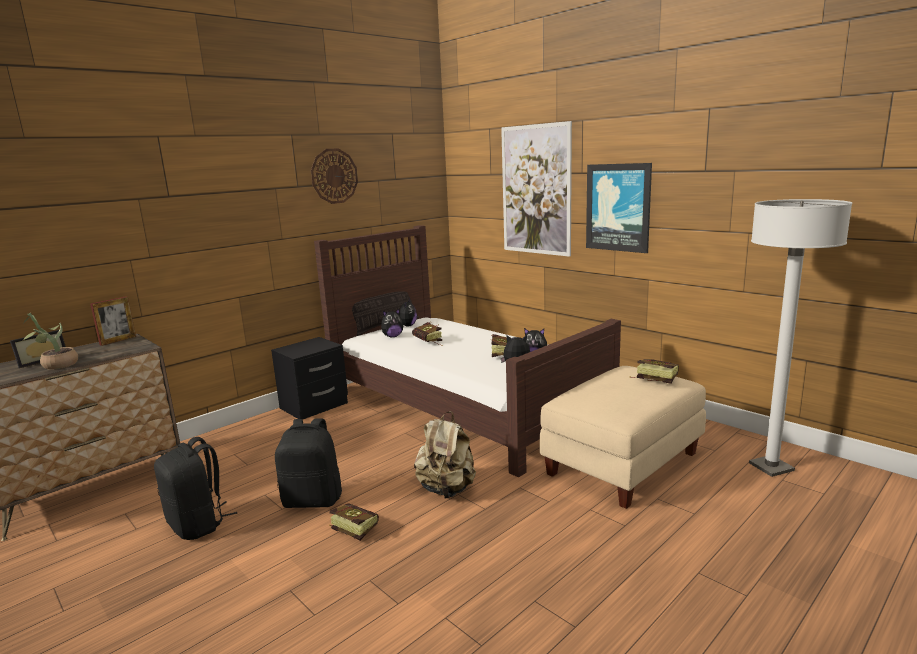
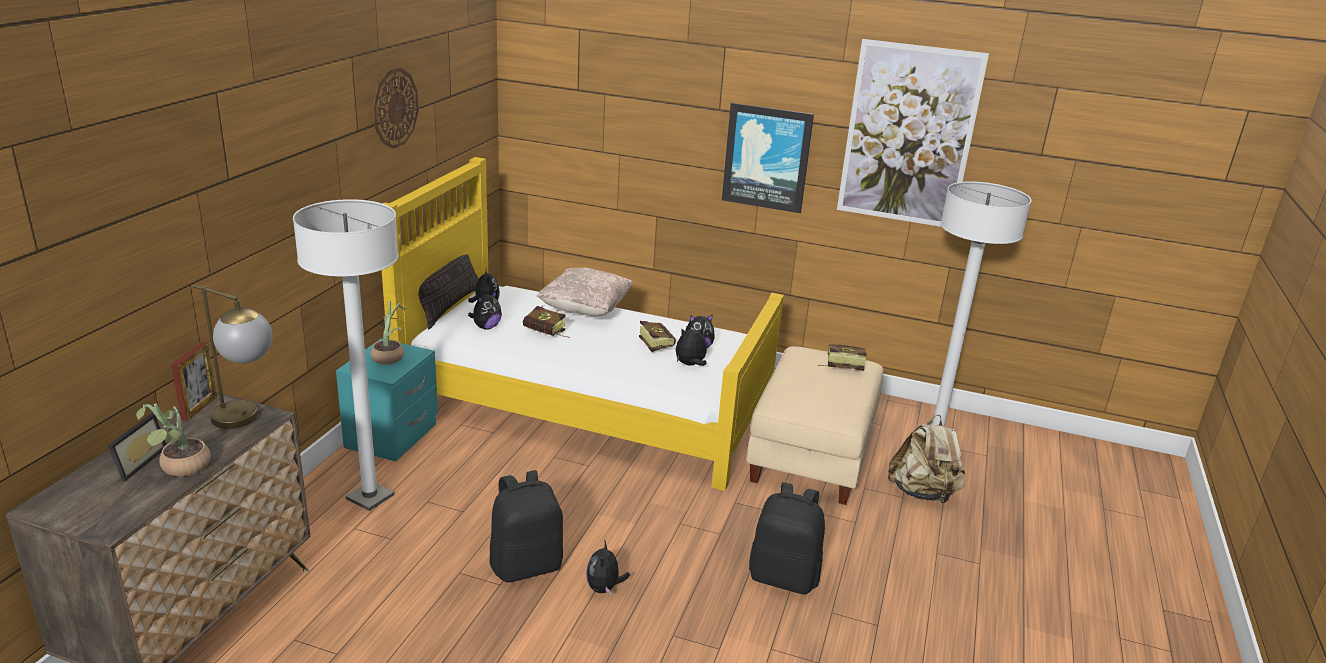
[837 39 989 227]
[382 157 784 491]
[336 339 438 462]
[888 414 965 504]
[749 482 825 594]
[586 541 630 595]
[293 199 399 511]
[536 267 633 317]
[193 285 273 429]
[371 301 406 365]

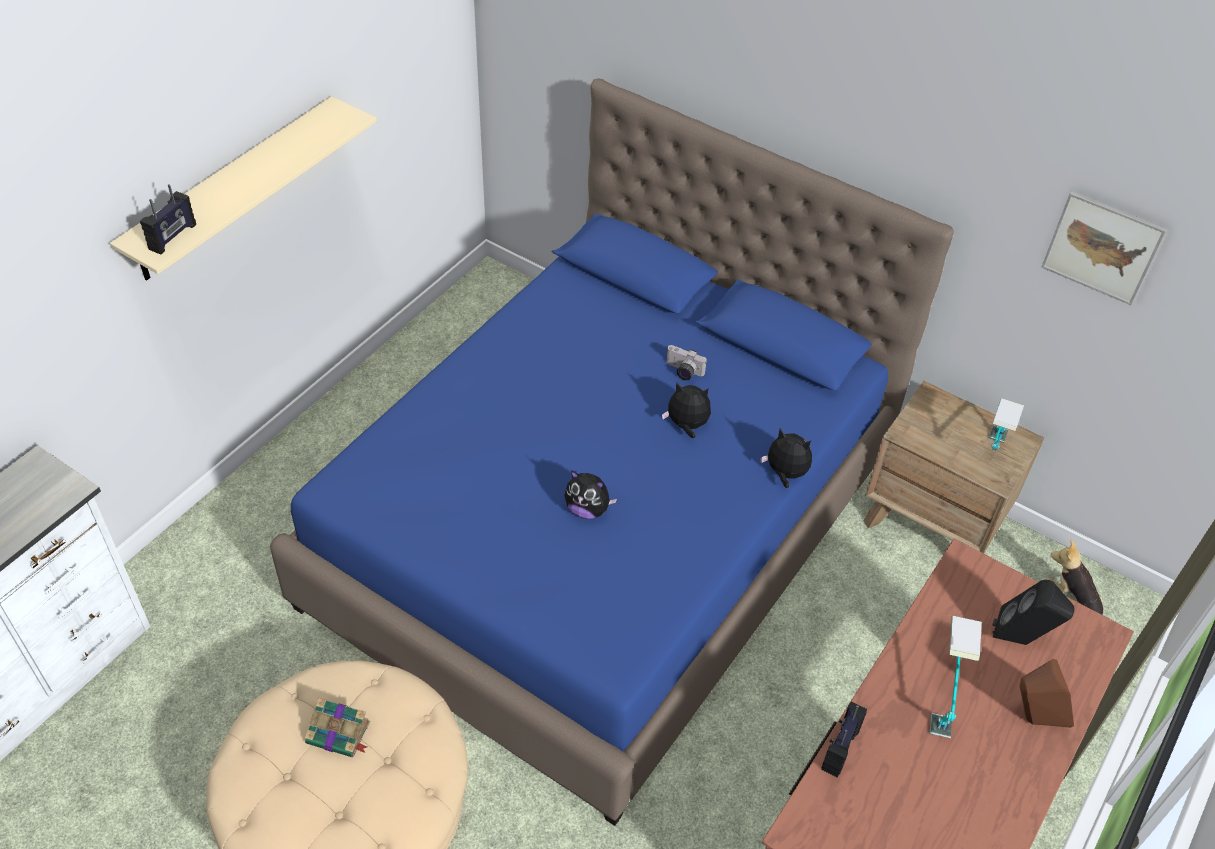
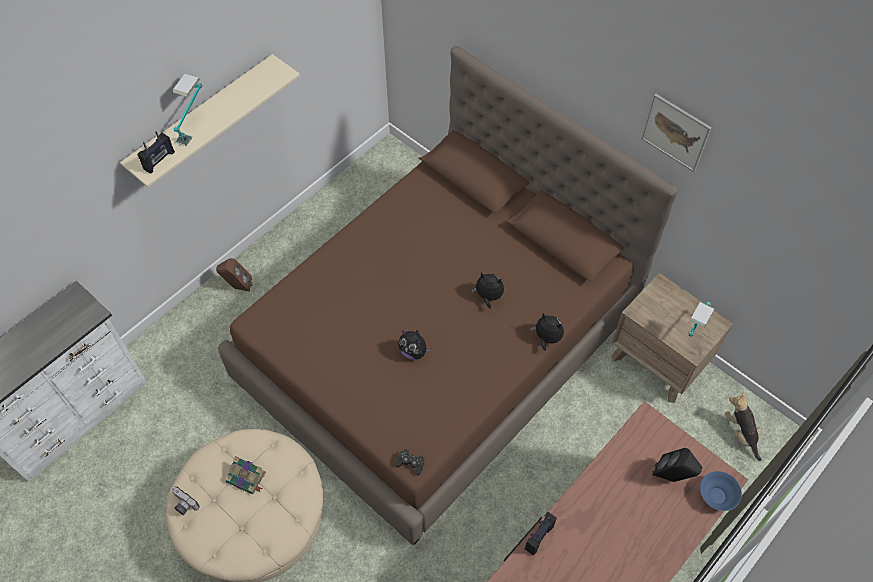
[218 46 678 545]
[642 94 712 172]
[171 486 200 515]
[173 74 202 146]
[216 258 252 292]
[396 449 425 475]
[700 471 742 511]

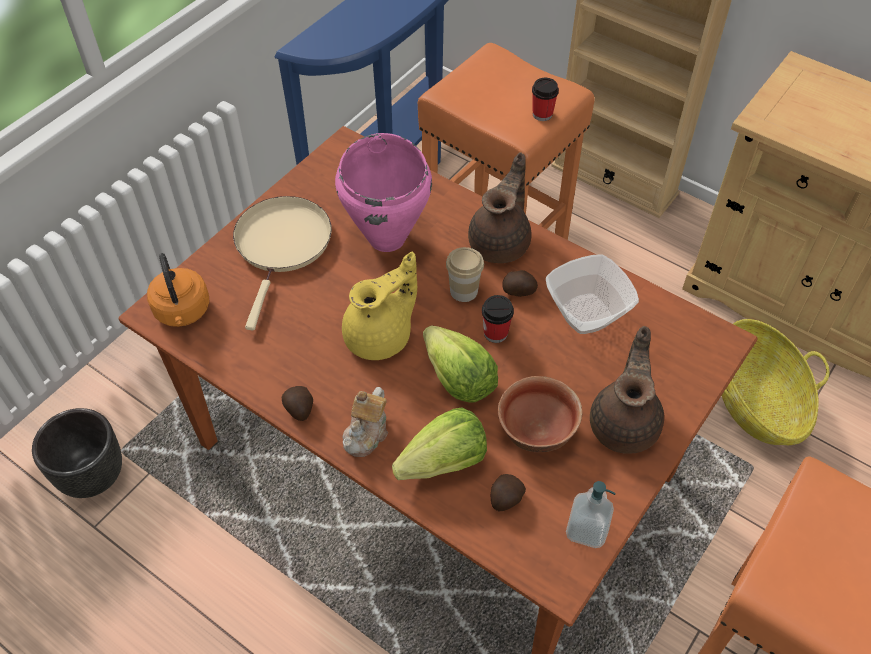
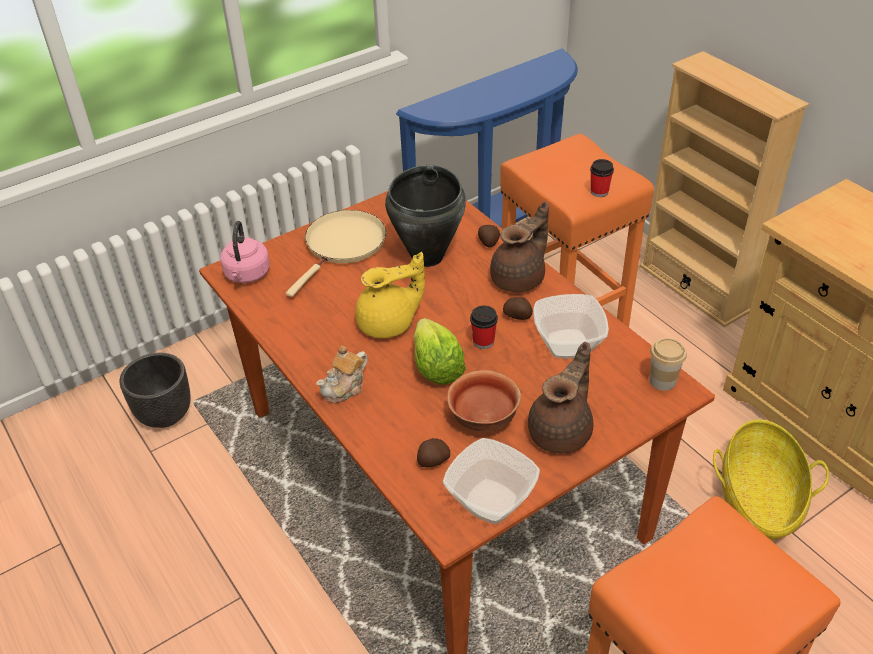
[385 165 466 267]
[649 338 687 391]
[220 221 270 283]
[478 225 500 248]
[392 408 487 480] (first image)
[443 438 540 524]

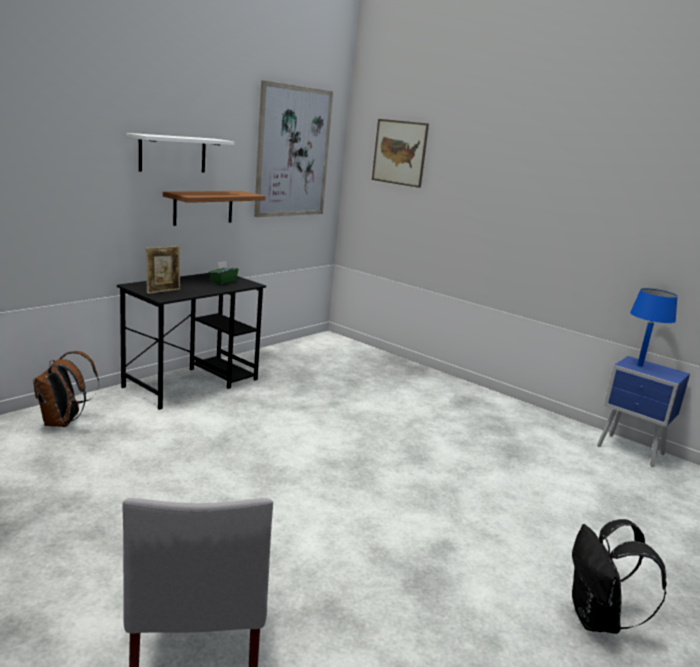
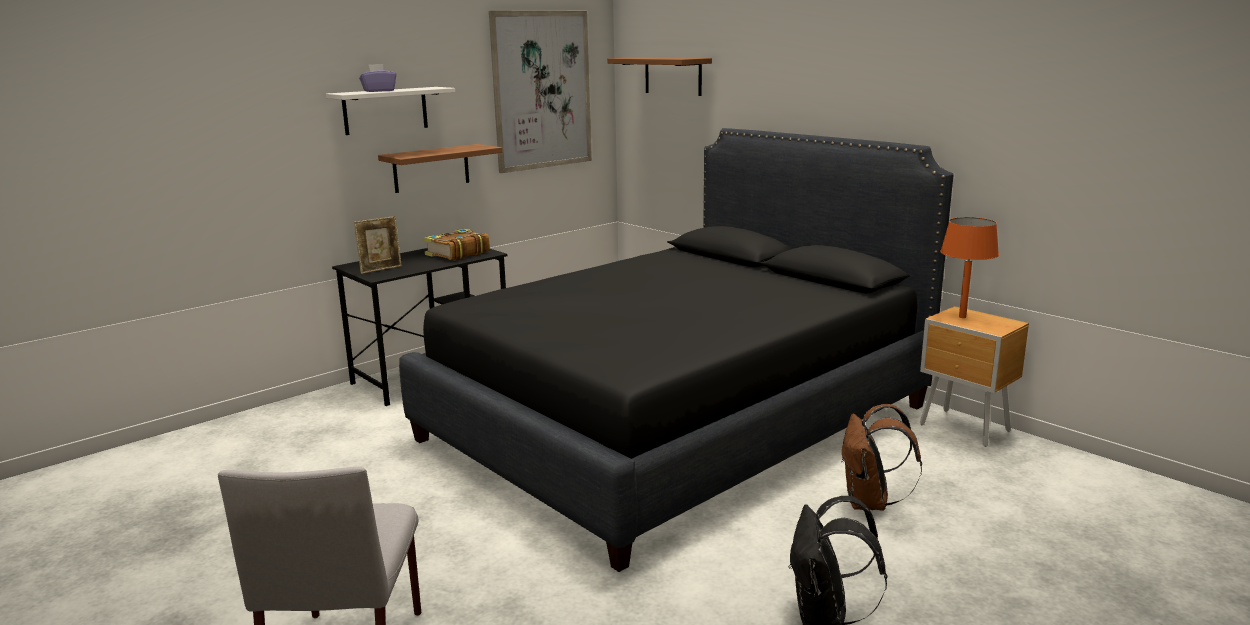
[607 57 712 96]
[423 229 490 260]
[940 217 999 318]
[841 404 922 510]
[920 306 1029 447]
[359 64 396 92]
[399 128 953 572]

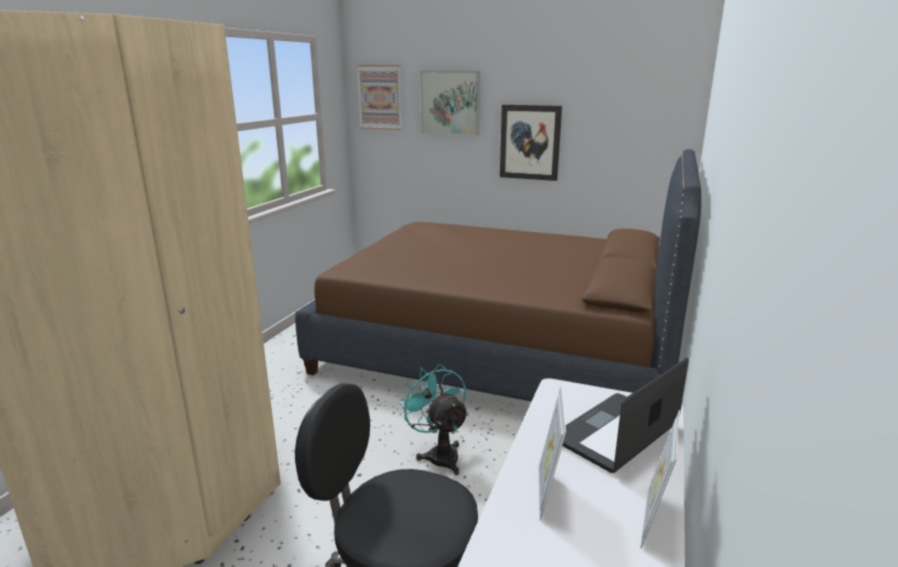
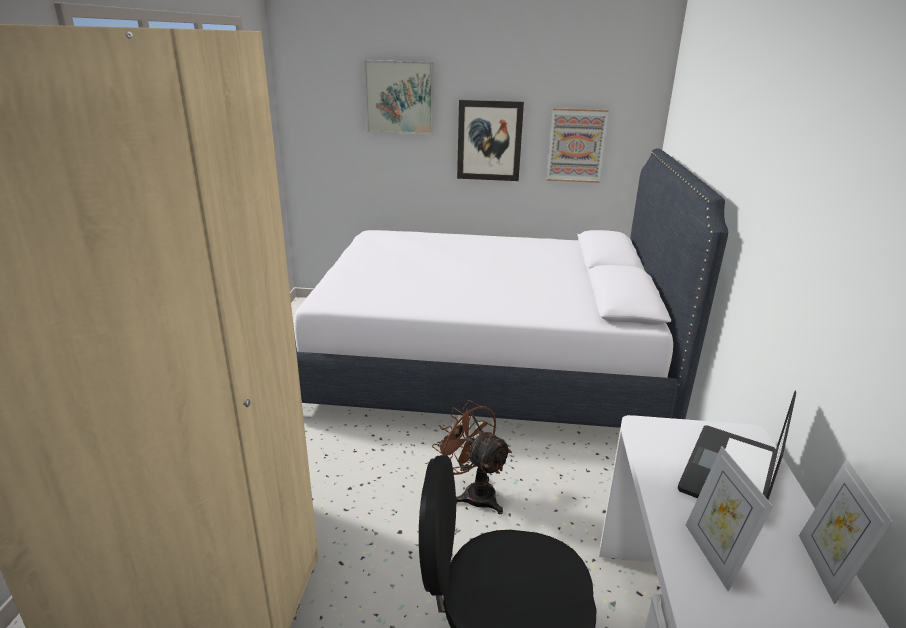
[547 108 609 183]
[294 148 728 428]
[432 400 512 514]

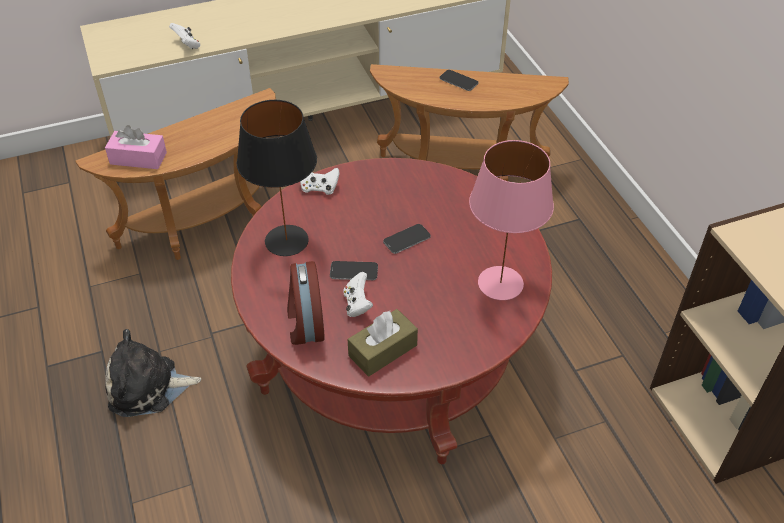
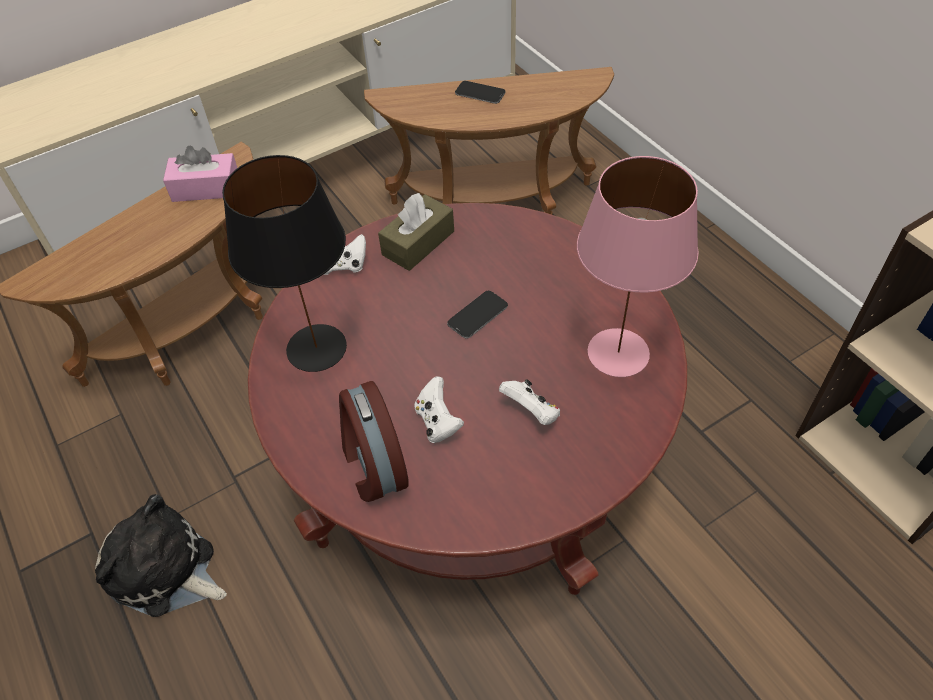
[499 379 560 425]
[163 145 237 202]
[330 261 378 280] (first image)
[378 193 454 271]
[95 494 227 617]

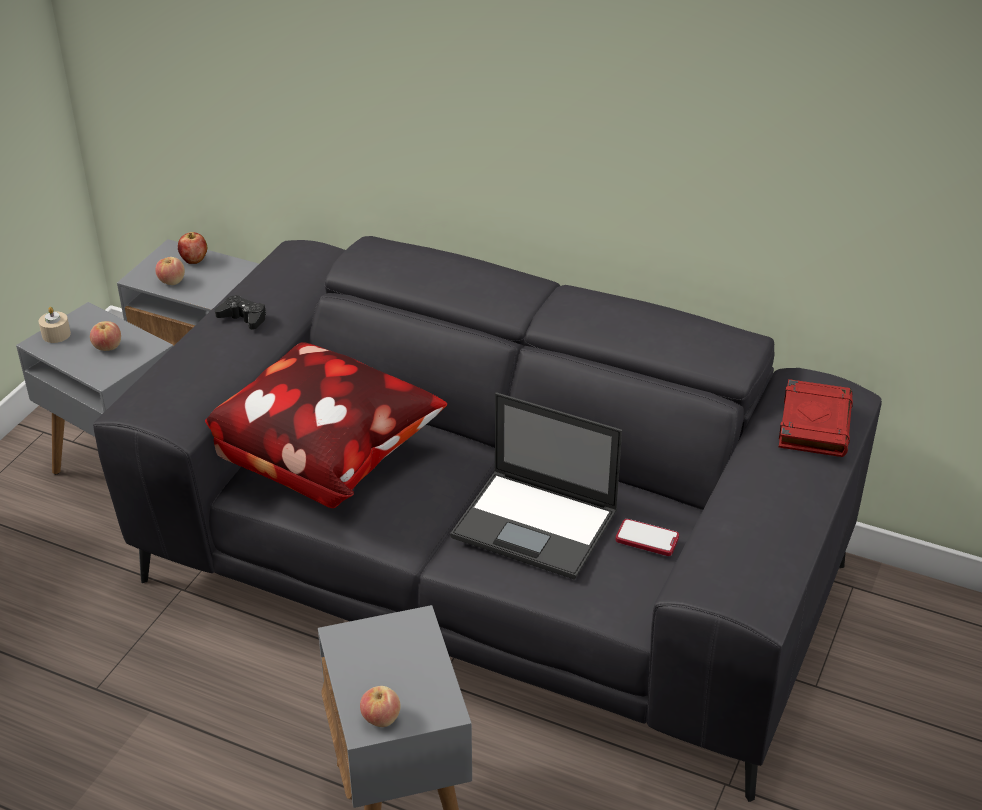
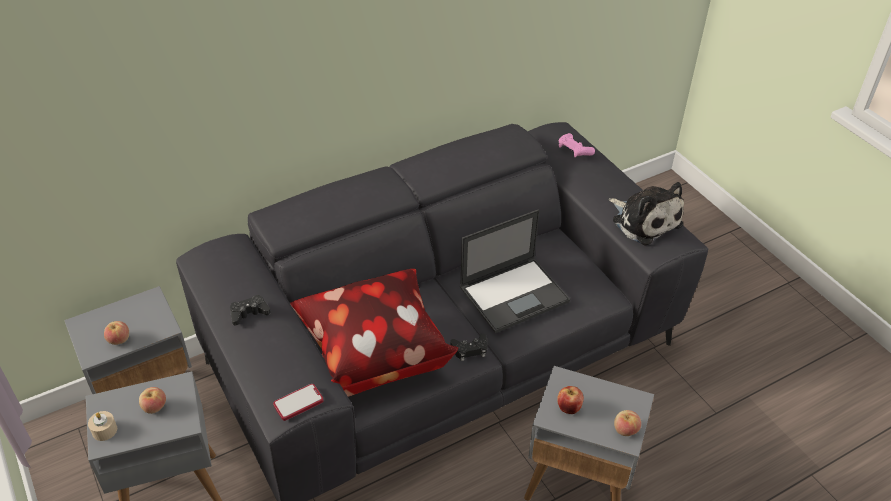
[557 386 584 414]
[559 133 595 157]
[273 384 324 421]
[609 182 684 246]
[450 334 487 361]

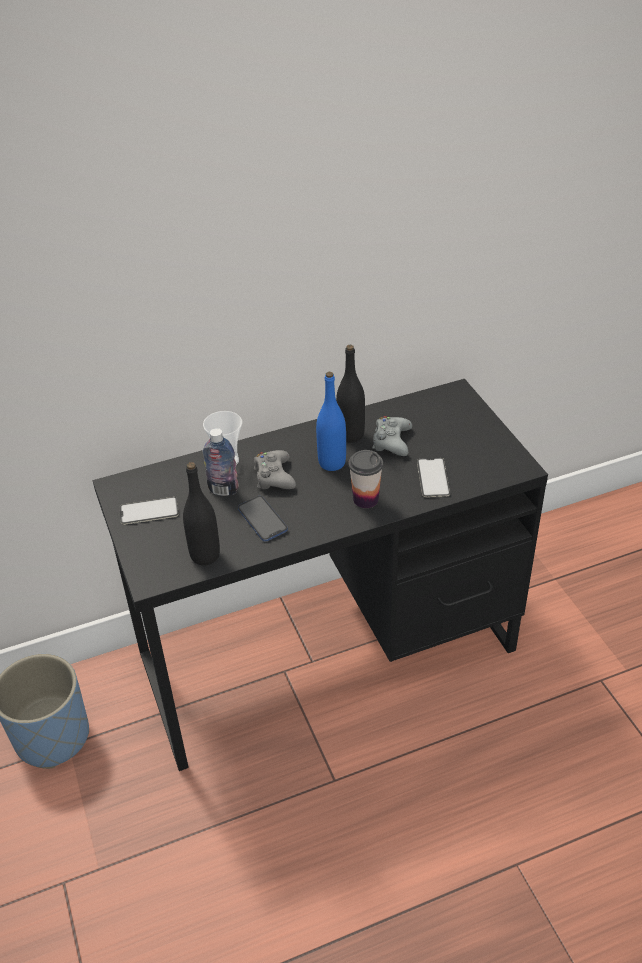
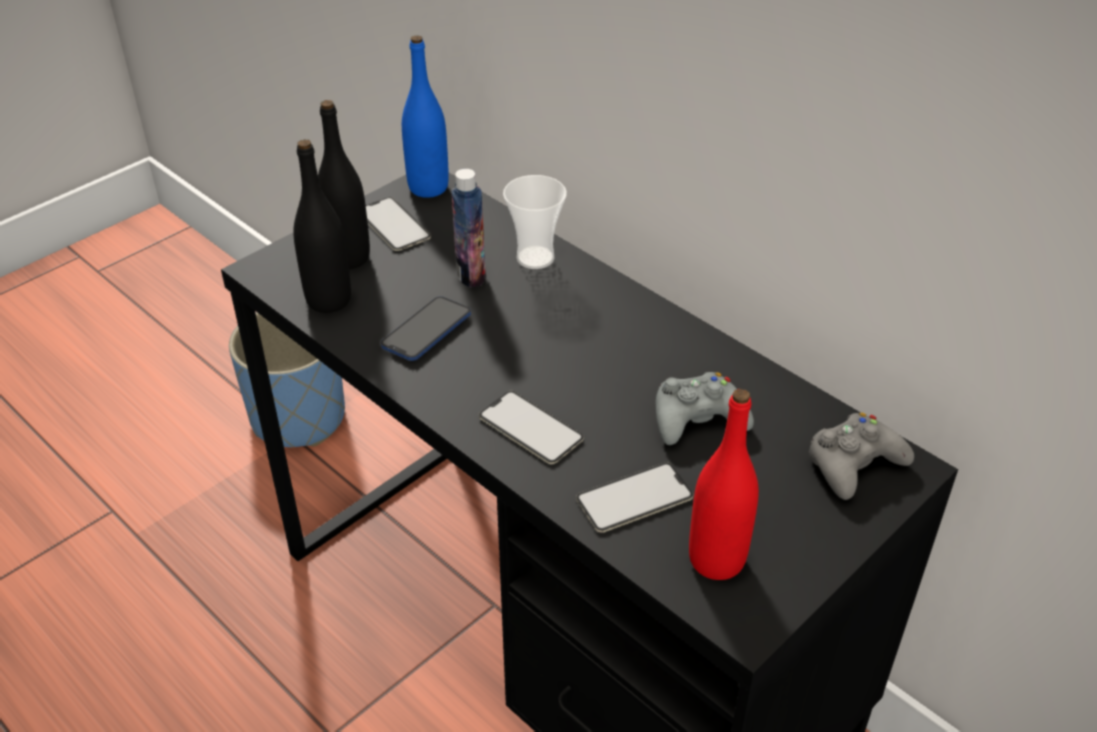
[318 100 370 269]
[402 35 449 198]
[808 412 914 500]
[479 391 584 464]
[689 389 759 580]

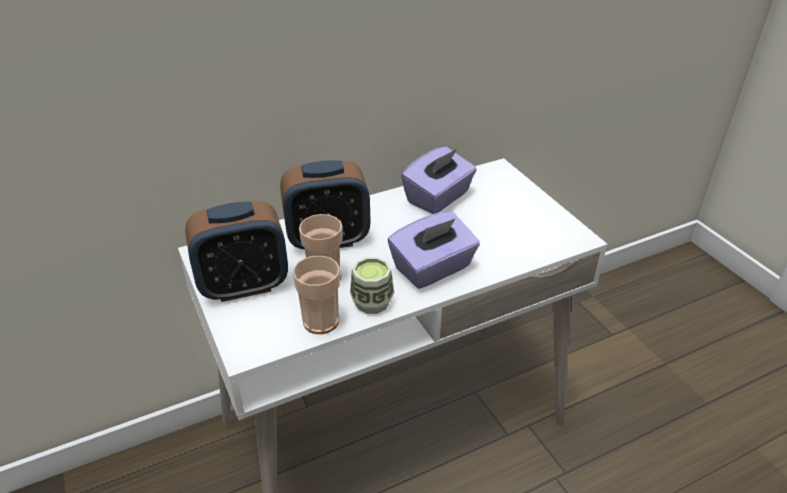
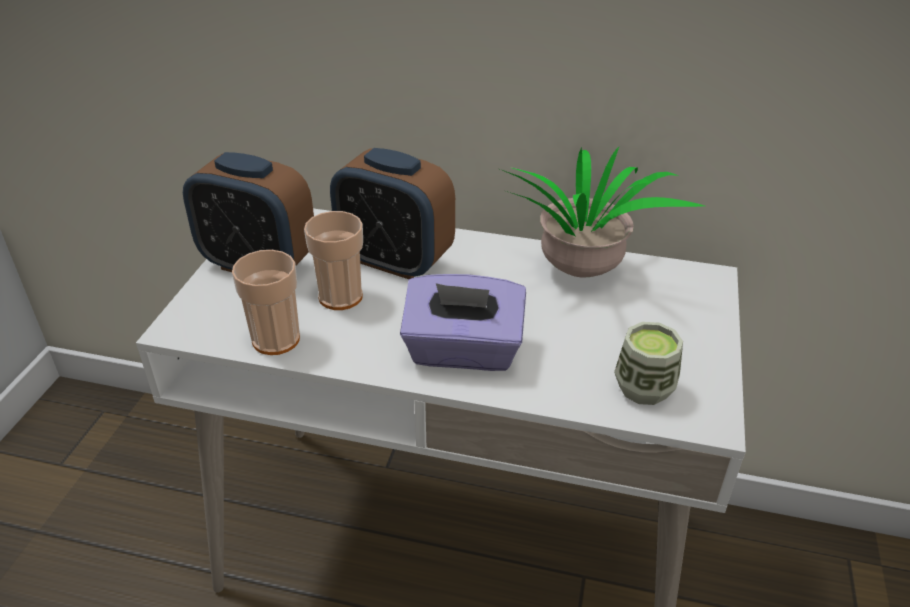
[500 147 705 278]
[614 322 683 405]

